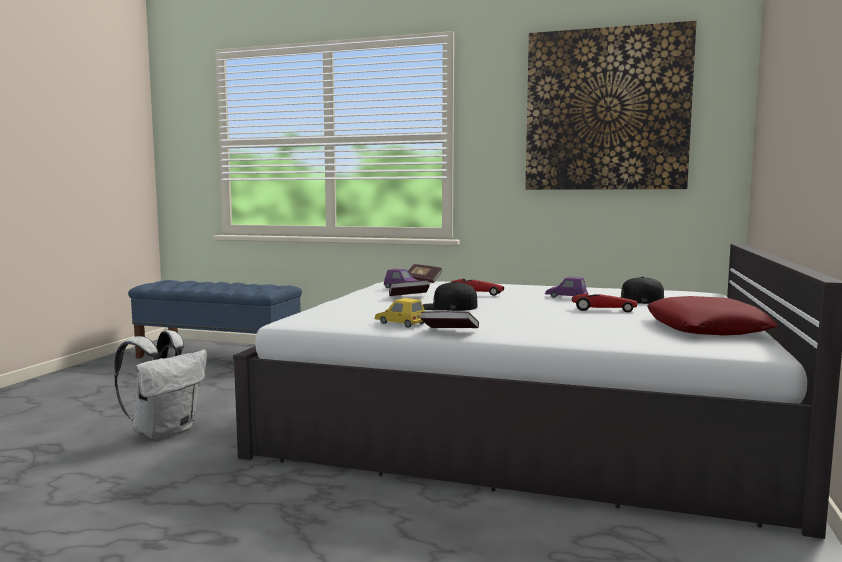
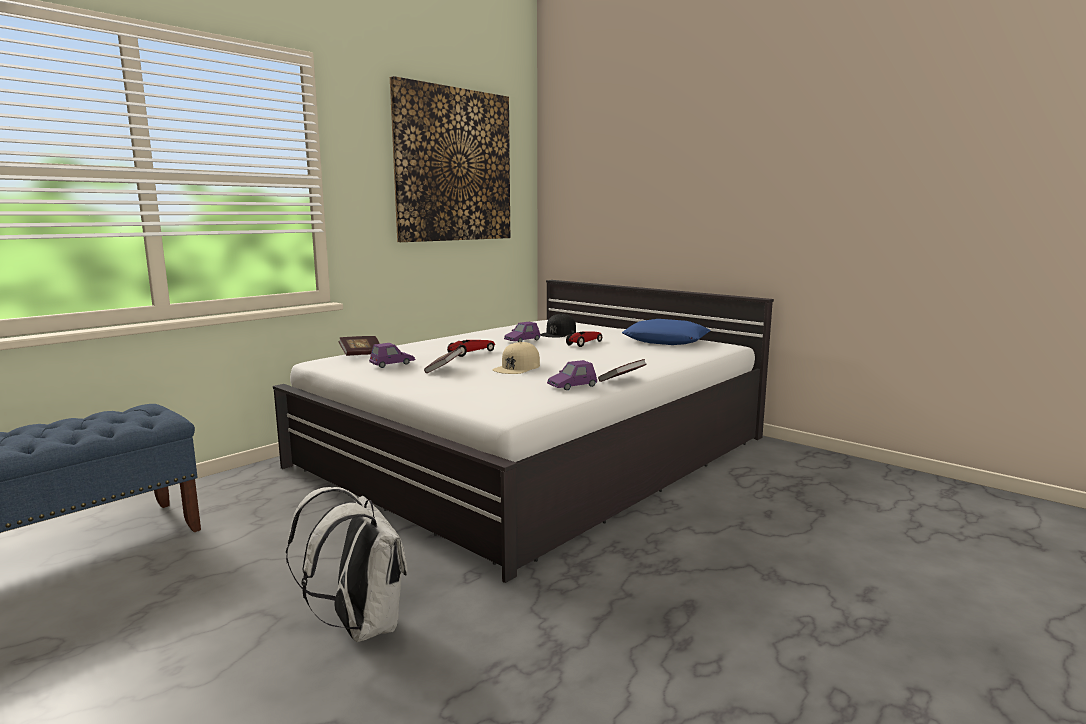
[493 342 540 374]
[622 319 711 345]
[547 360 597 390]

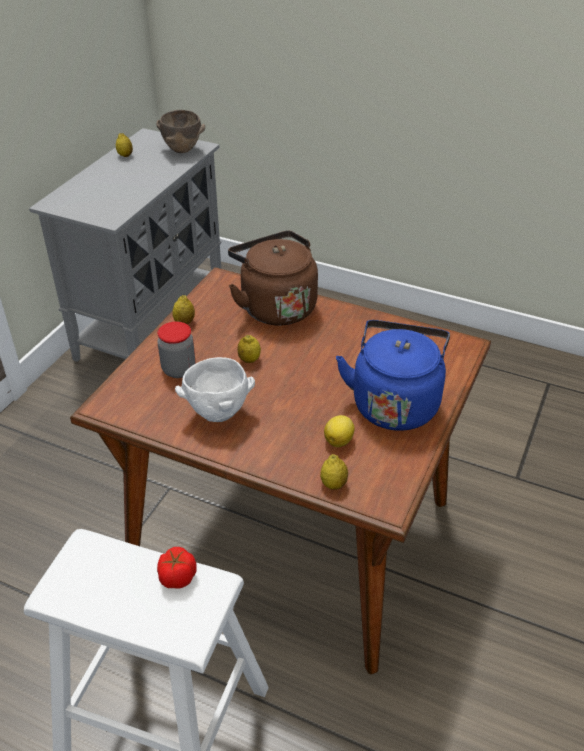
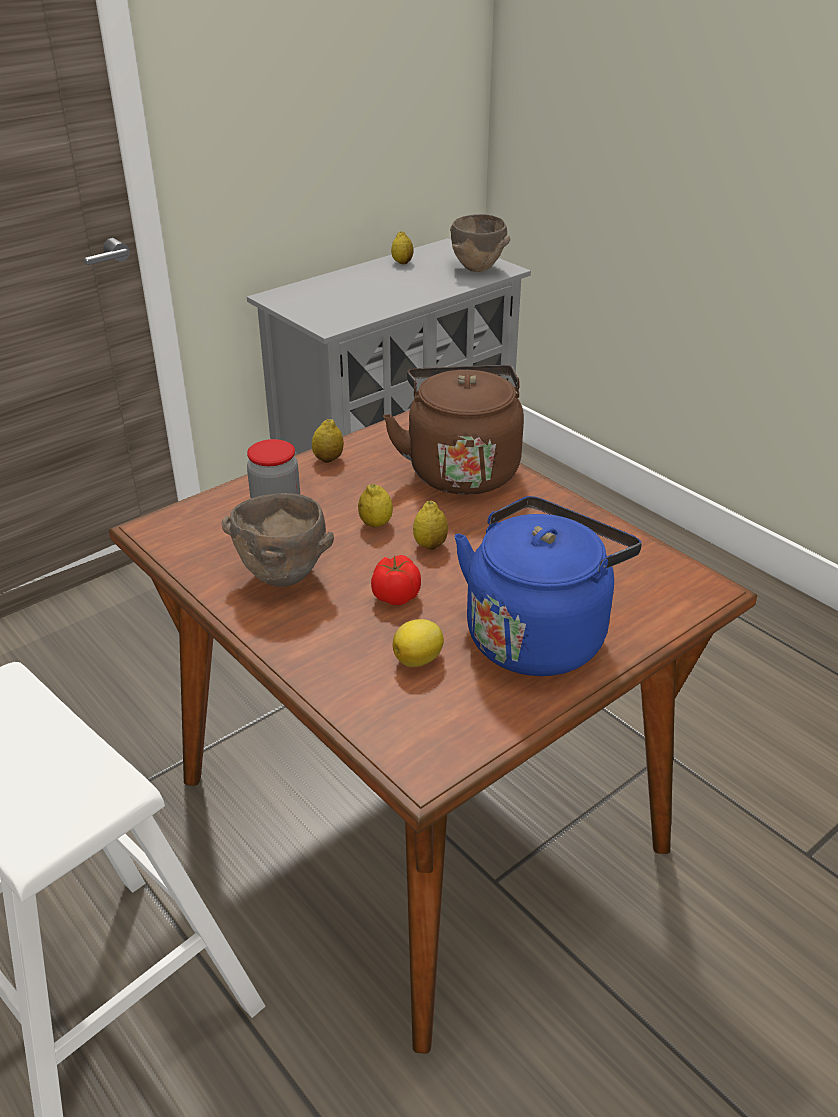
[222 493 334 587]
[413 501 448 550]
[371 555 421 605]

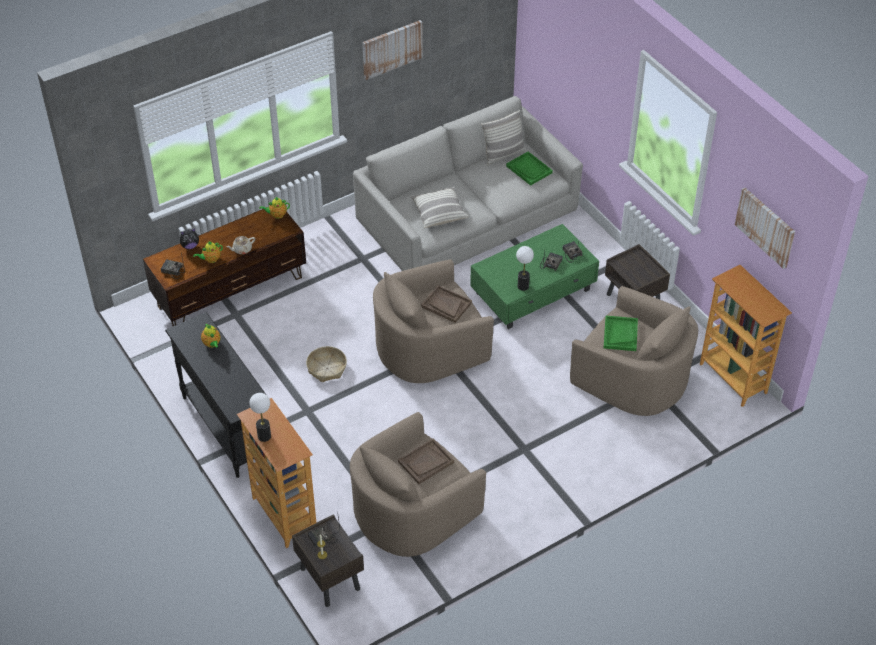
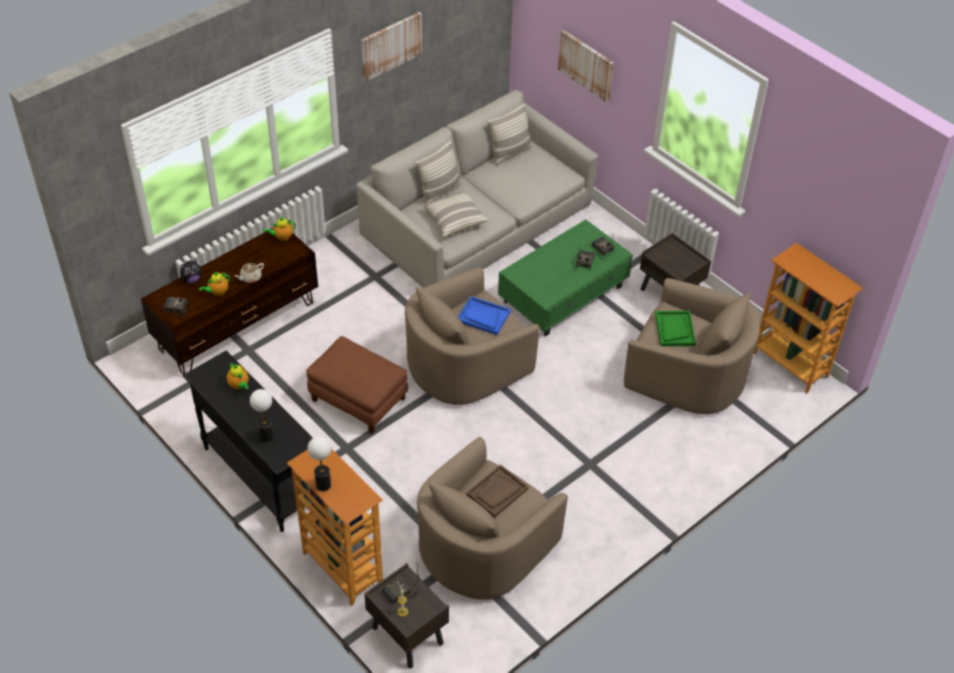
[506 152 553 186] (first image)
[558 30 614 102]
[250 389 274 442]
[458 296 511 335]
[306 336 408 434]
[415 141 462 203]

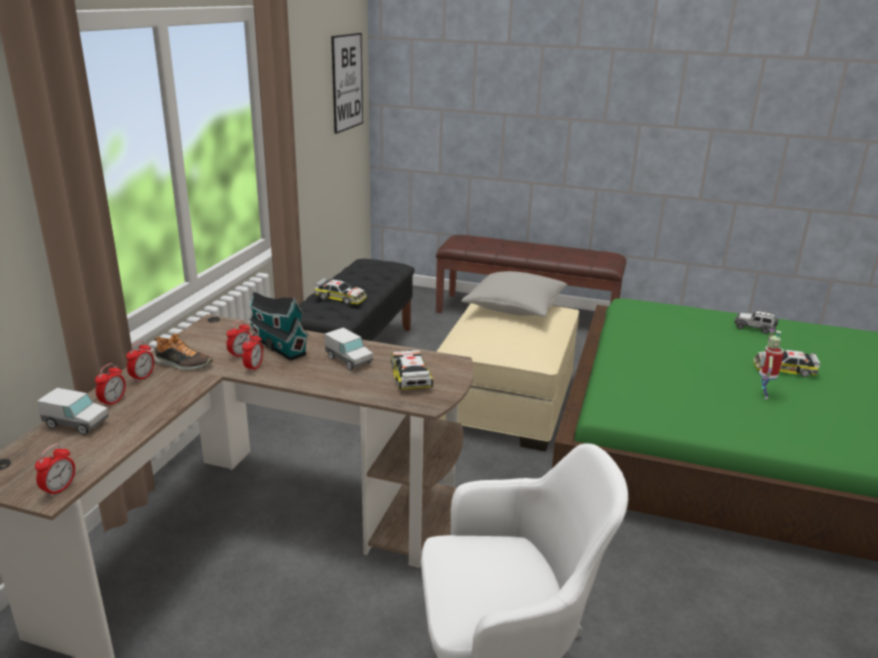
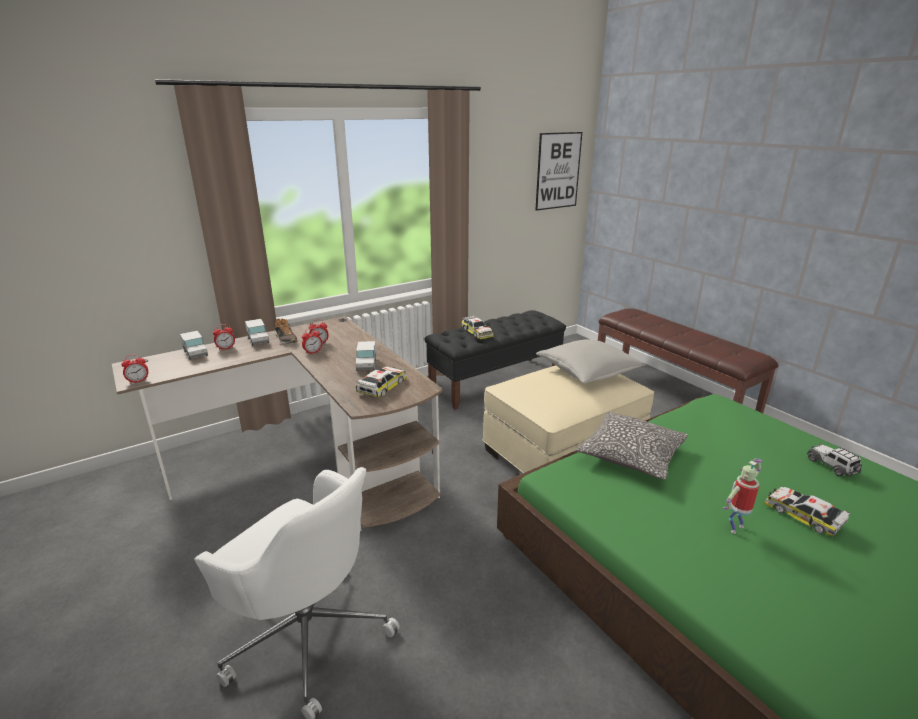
[248 290 309 361] (first image)
[245 319 269 346]
[576 411 688 480]

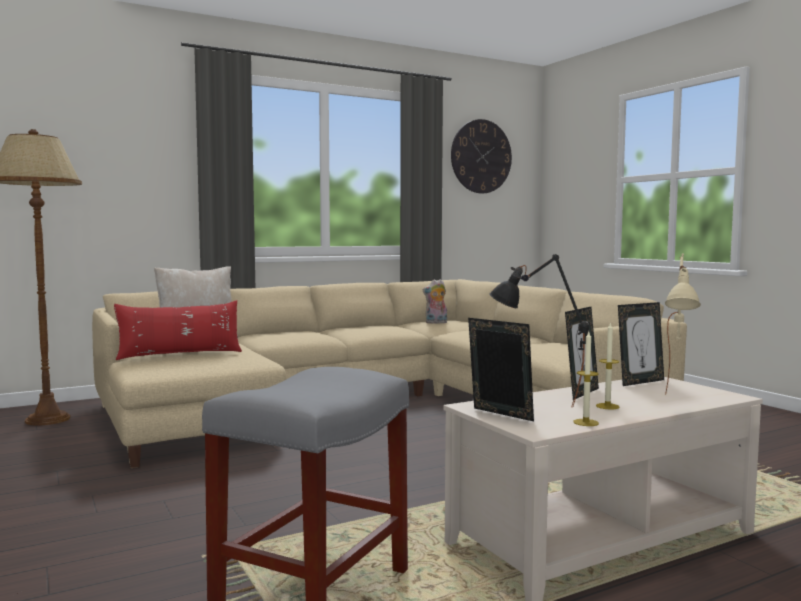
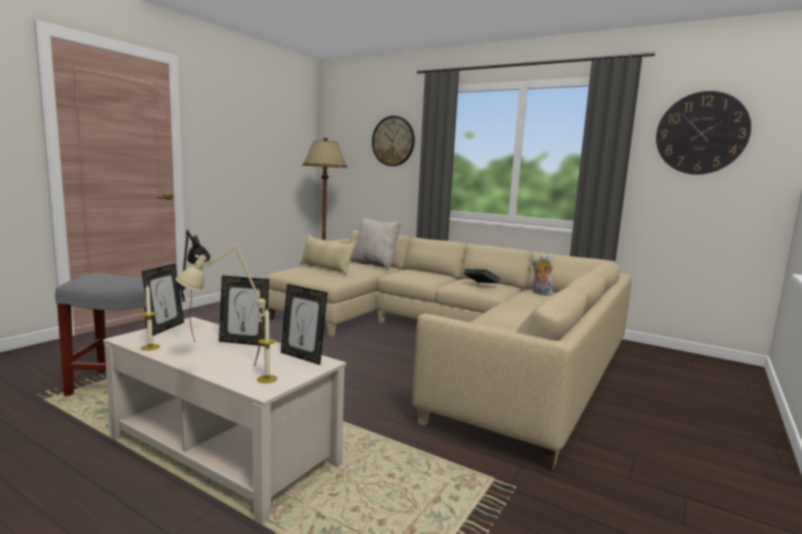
[300 235 356 275]
[257 309 277 383]
[372 116 415 166]
[464 269 500 283]

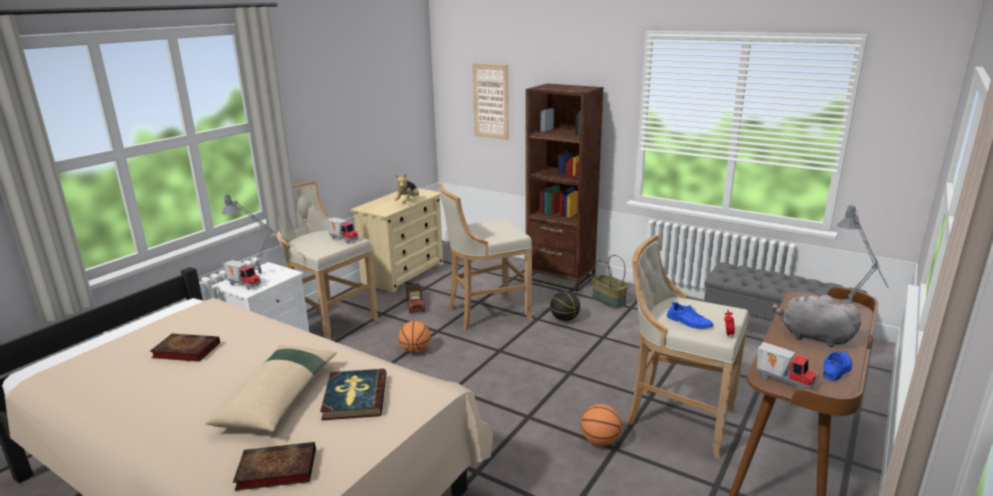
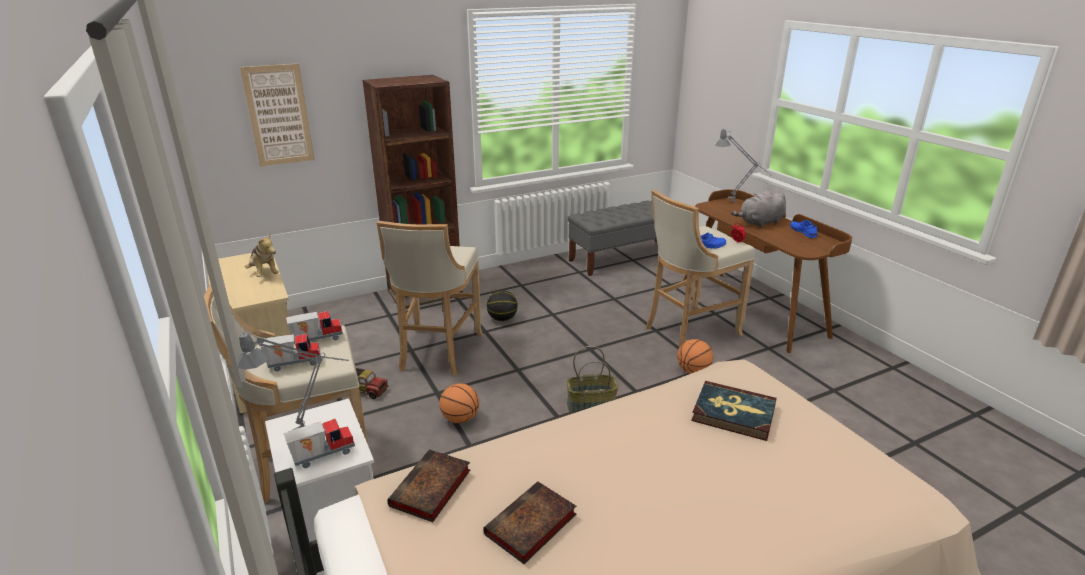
[566 346 618 414]
[260 333 321 371]
[205 346 337 432] (first image)
[387 449 470 522]

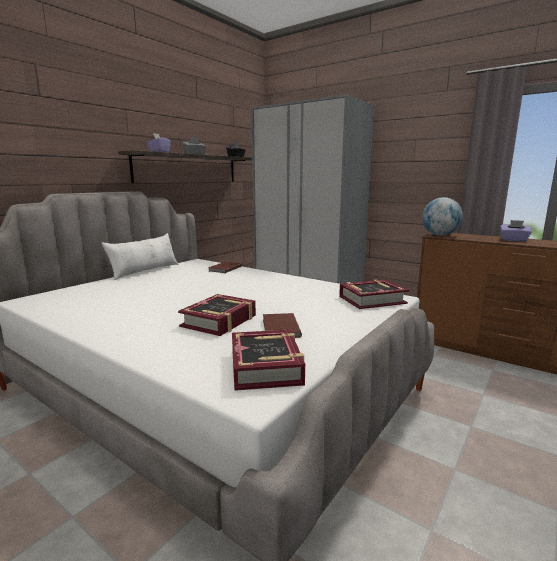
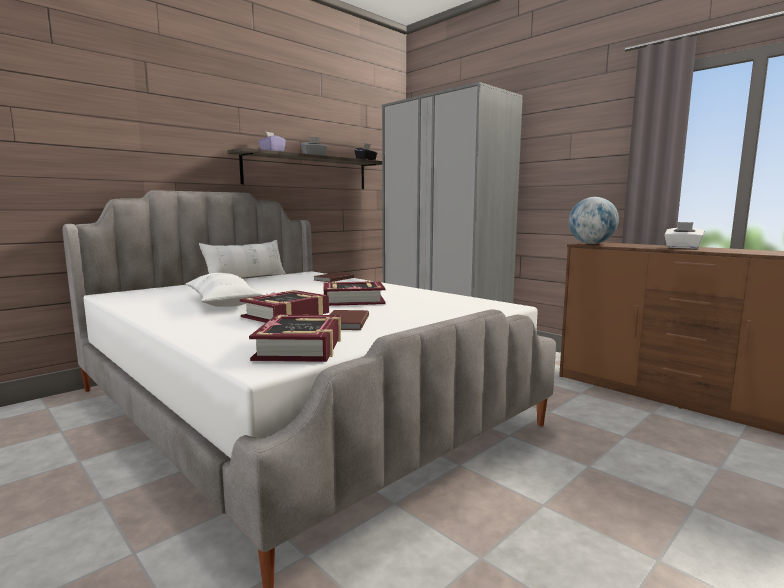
[664 222 705 249]
[323 281 386 306]
[186 273 263 307]

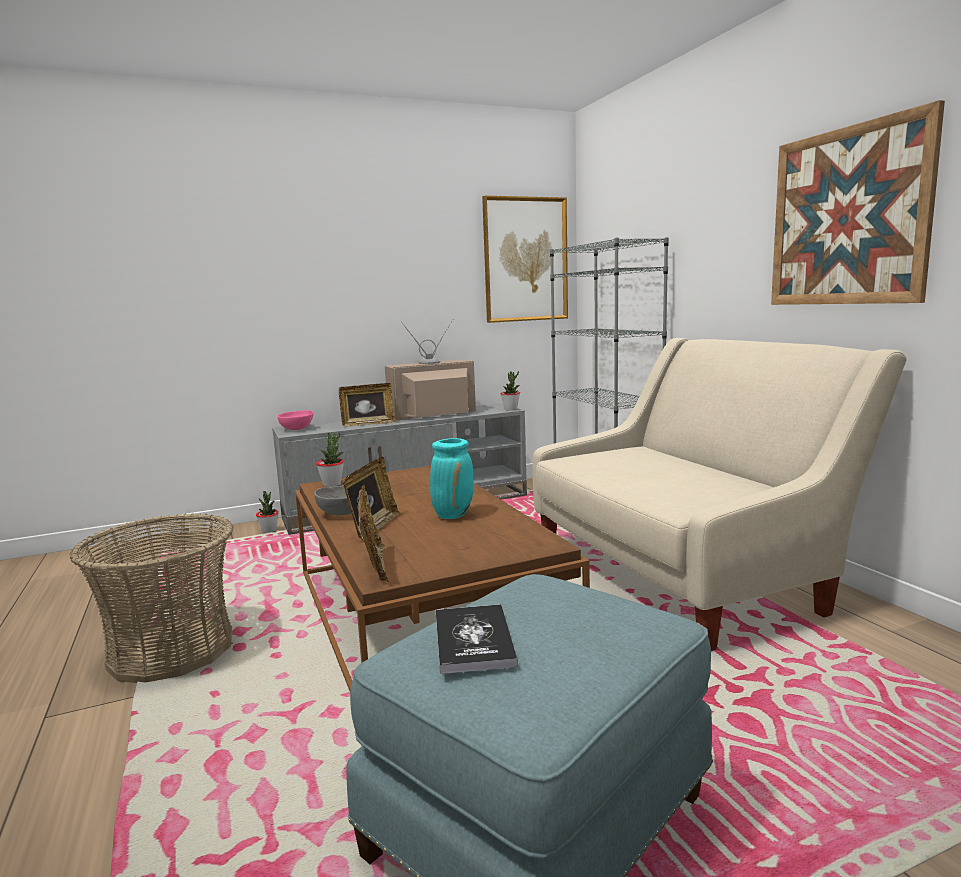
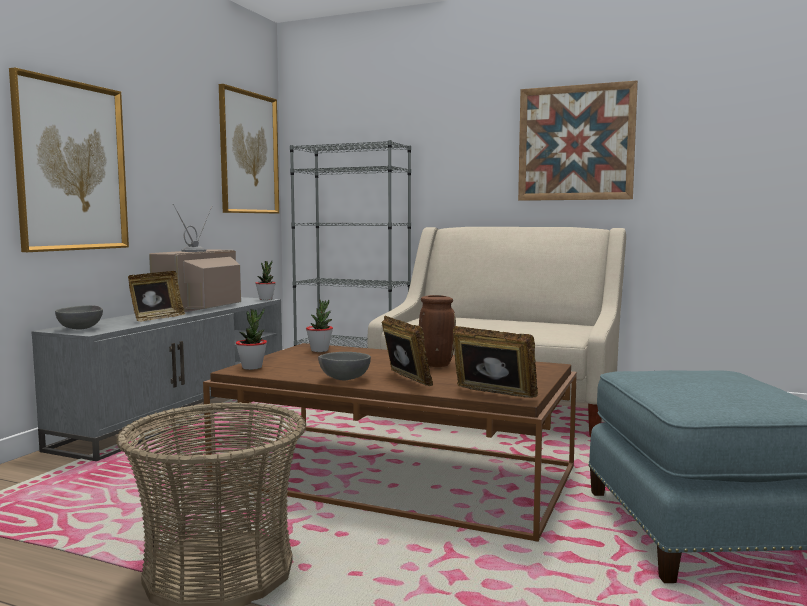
[55 305 103 330]
[419 295 456 367]
[306 299 333 352]
[436 604 518 674] (first image)
[9 67 129 252]

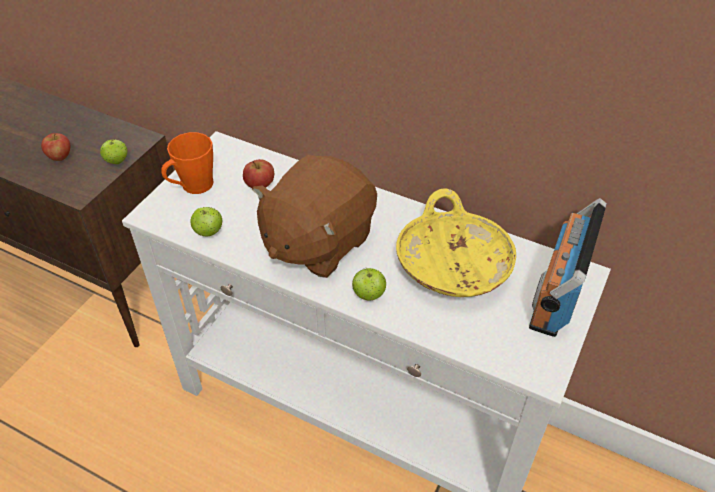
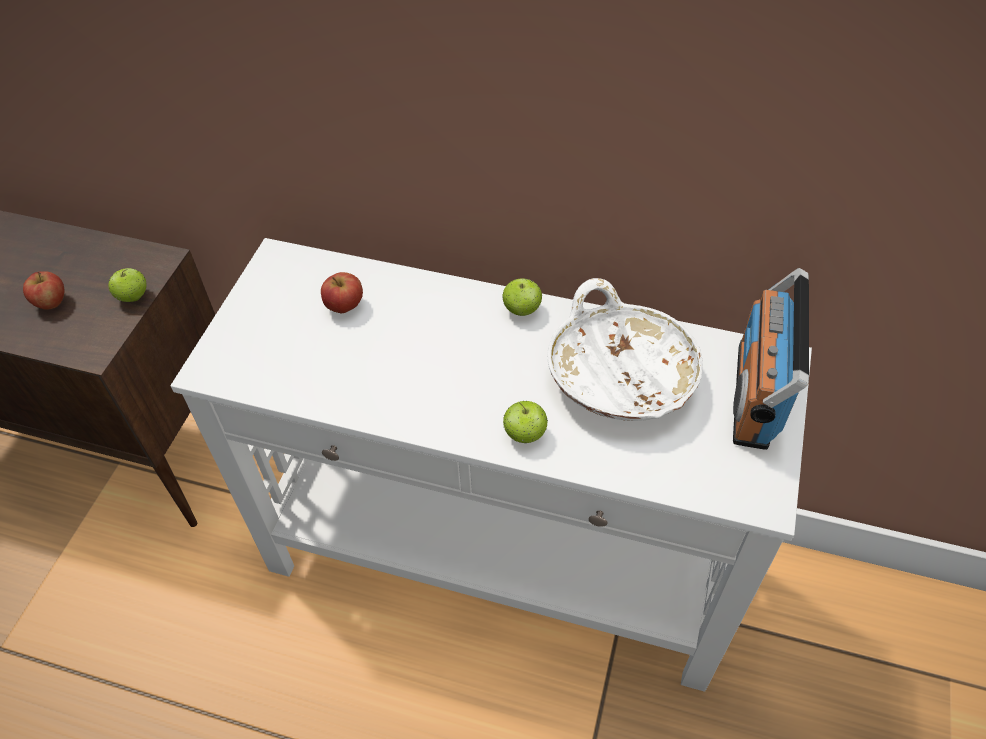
[161 132 214 194] (first image)
[252 155 377 278] (first image)
[548 278 703 421]
[503 278 542 316]

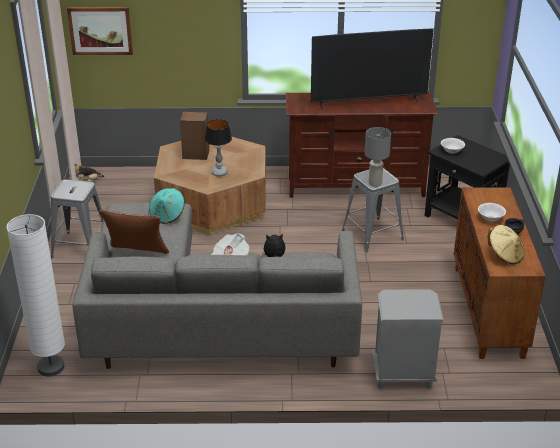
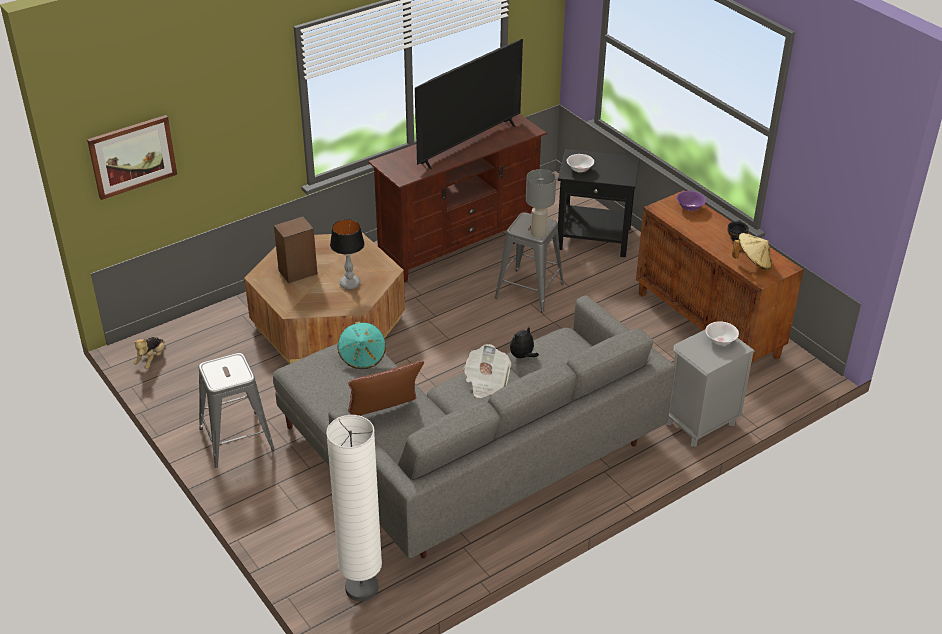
[706 321 739 345]
[676 191 706 211]

